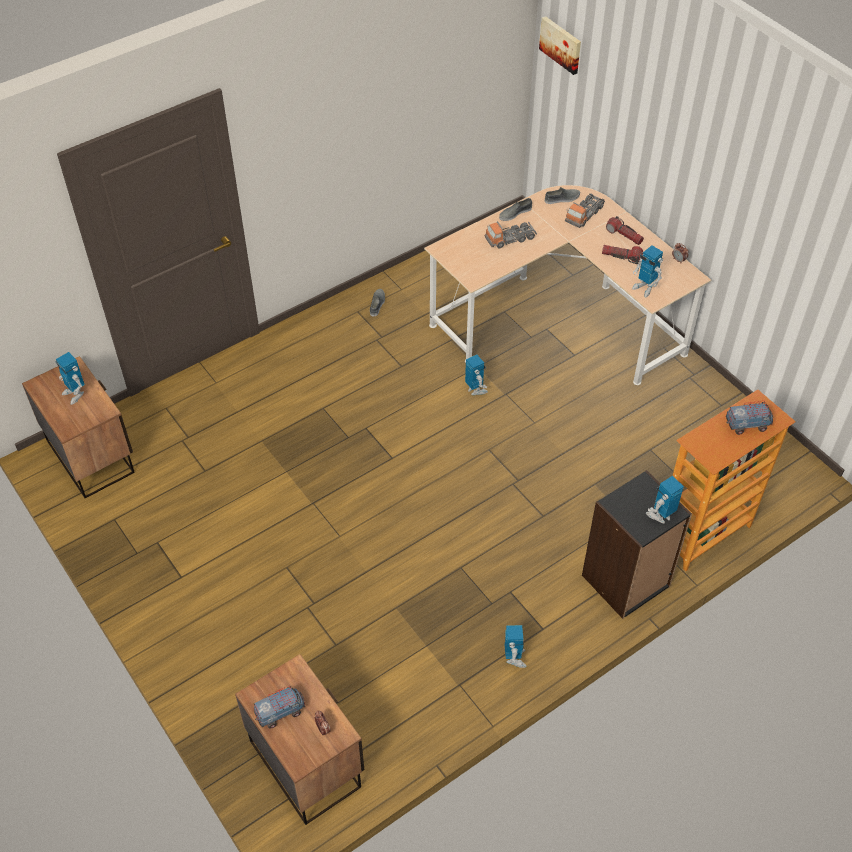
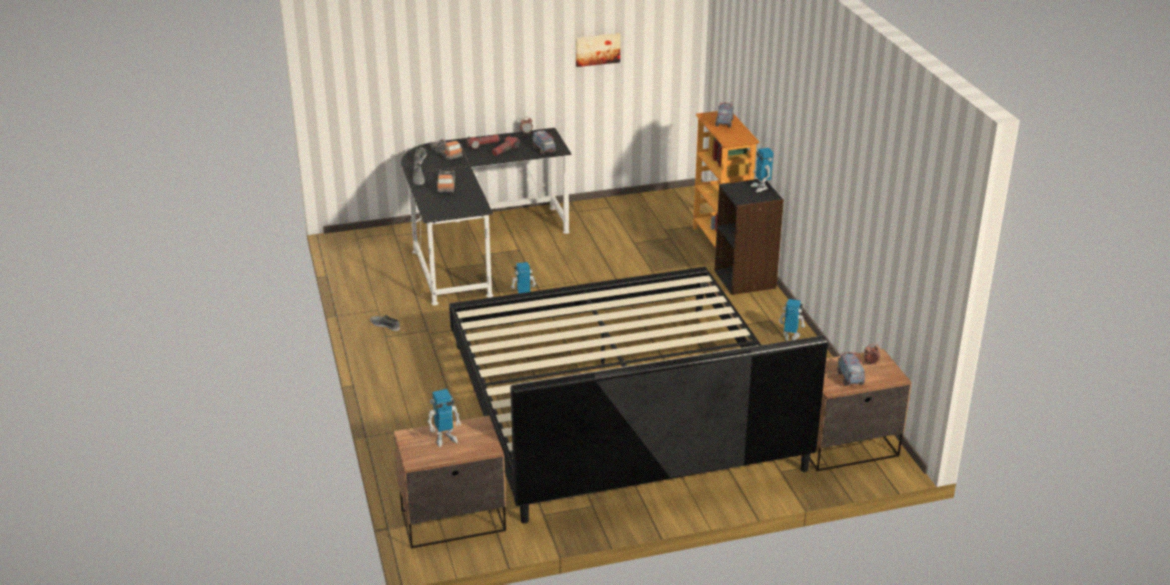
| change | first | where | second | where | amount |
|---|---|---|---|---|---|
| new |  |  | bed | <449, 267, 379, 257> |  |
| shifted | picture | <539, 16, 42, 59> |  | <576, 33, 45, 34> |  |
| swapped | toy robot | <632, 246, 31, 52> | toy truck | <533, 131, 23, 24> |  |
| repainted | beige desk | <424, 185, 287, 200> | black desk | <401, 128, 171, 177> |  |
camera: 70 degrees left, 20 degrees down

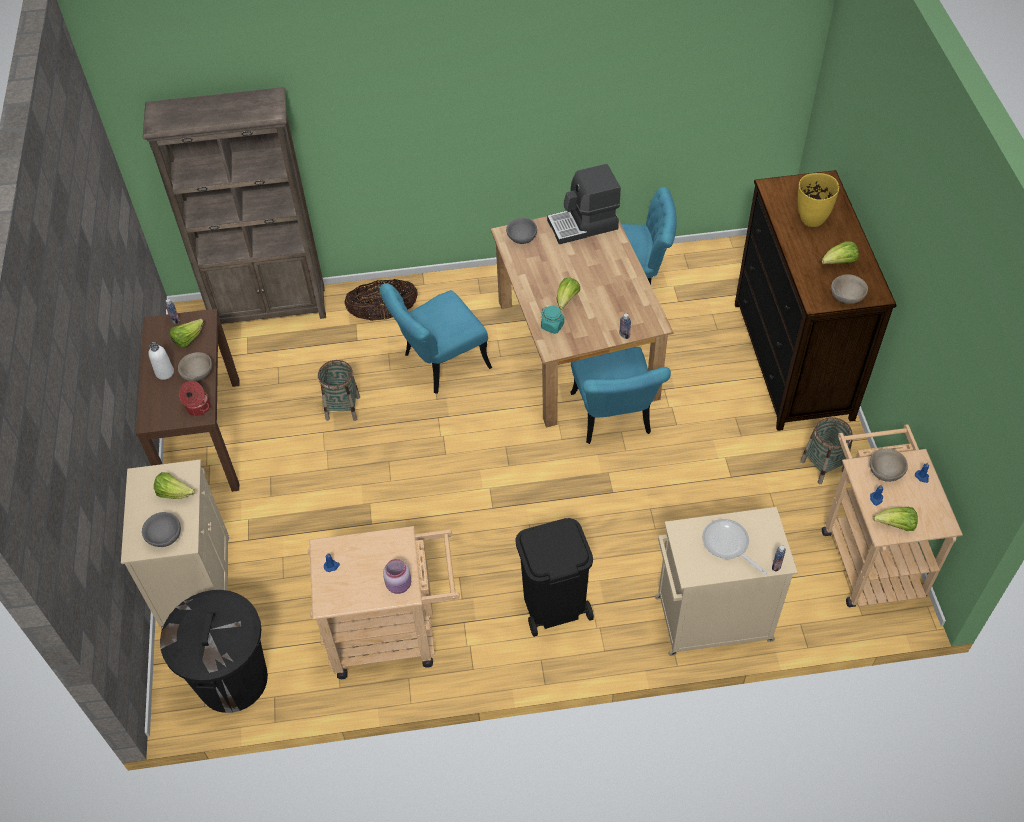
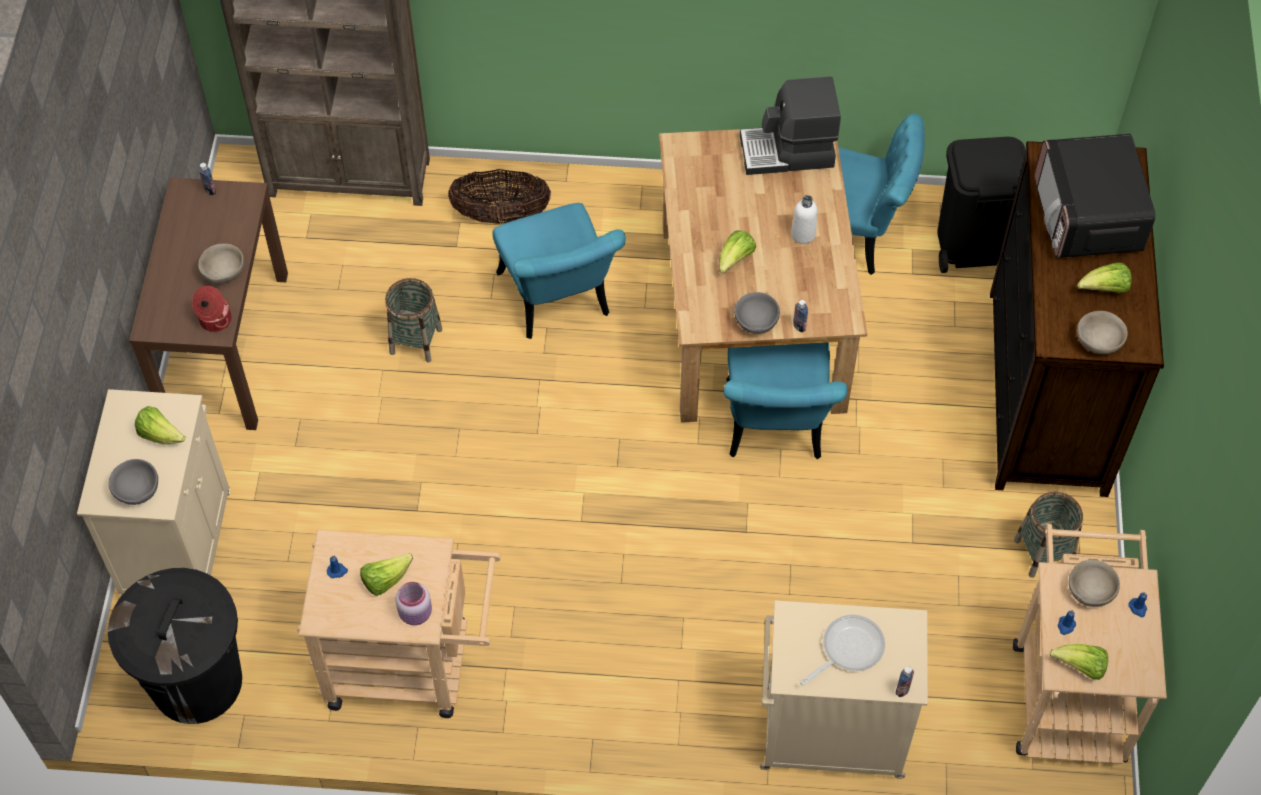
| change | first | where | second | where | amount |
|---|---|---|---|---|---|
| gone | turquoise jar | <541, 306, 24, 28> |  |  |  |
| shifted | white bottle | <148, 342, 26, 38> |  | <791, 195, 26, 49> |  |
| shifted | lettuce | <170, 319, 34, 29> |  | <360, 553, 53, 43> |  |
| shifted | grey bowl | <506, 218, 31, 26> |  | <734, 292, 46, 42> |  |
| shifted | black trash can | <515, 518, 79, 119> |  | <937, 137, 89, 136> |  |
| swapped | yellow vase | <798, 173, 41, 54> | microwave | <1035, 134, 120, 124> |  |
| rotated | turquoise chair | <380, 283, 112, 111> |  | <492, 203, 134, 136> | 90 degrees counterclockwise |
| rotated | frying pan | <702, 519, 65, 56> |  | <800, 615, 85, 71> | 75 degrees clockwise |
camera: 10 degrees right, 5 degrees up

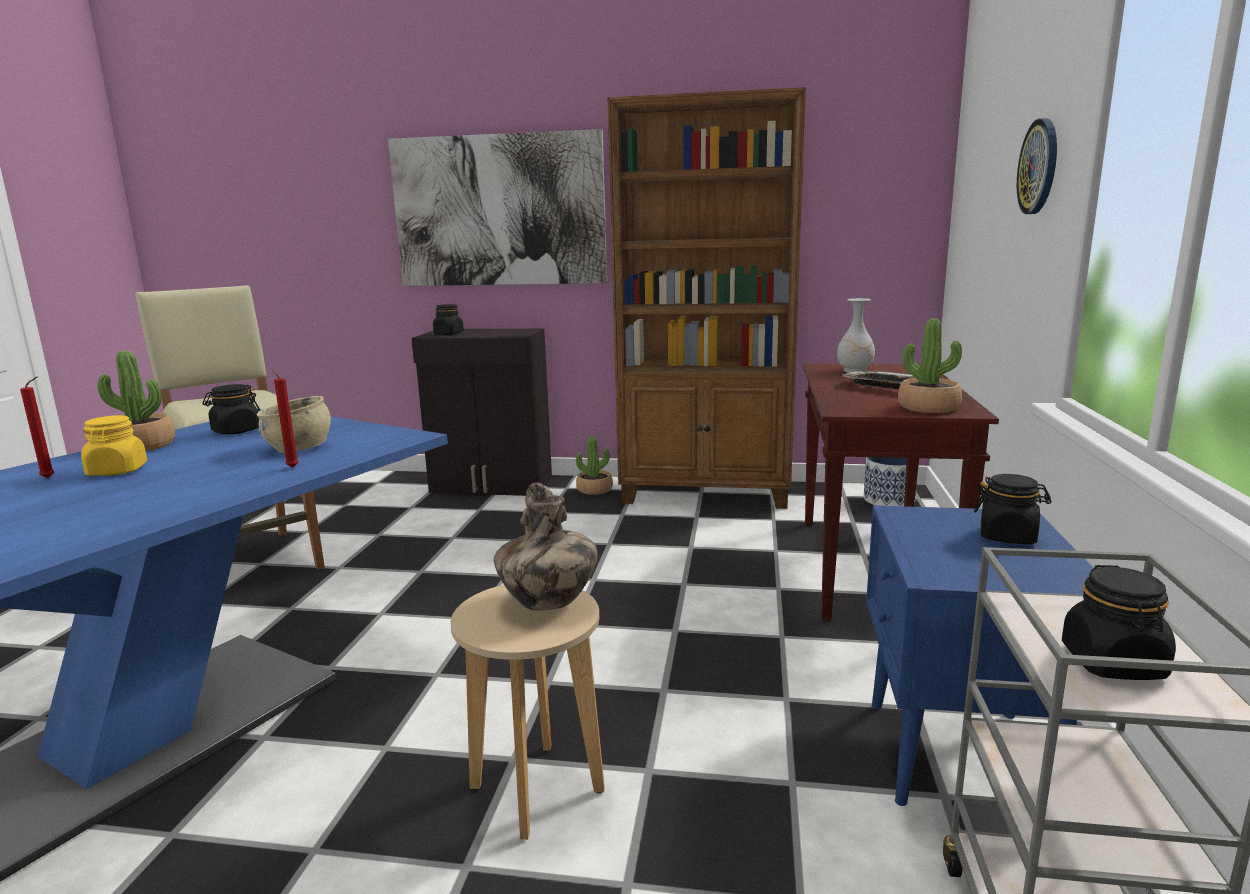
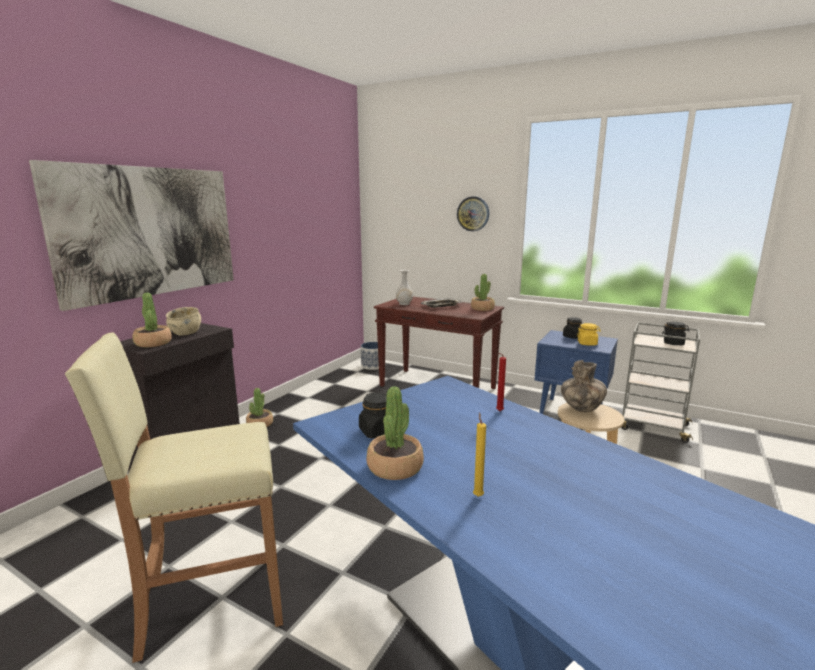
| change | first | where | second | where | amount |
|---|---|---|---|---|---|
| gone | brown bookcase | <607, 87, 199, 422> |  |  |  |
| shifted | yellow jar | <81, 415, 66, 61> |  | <577, 323, 24, 23> |  |
| shifted | beige bowl | <257, 396, 74, 57> |  | <166, 307, 35, 29> |  |
| swapped | black jar | <433, 304, 31, 31> | potted plant | <132, 293, 40, 54> |  |
| repainted | red candle | <20, 377, 34, 101> | yellow candle | <473, 412, 13, 85> |  |
camera: 70 degrees left, 0 degrees up

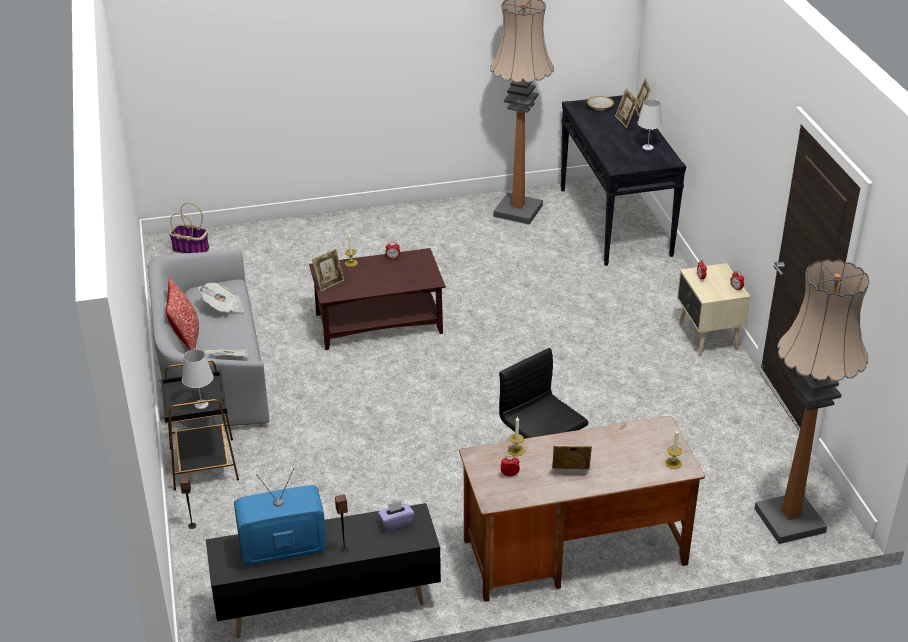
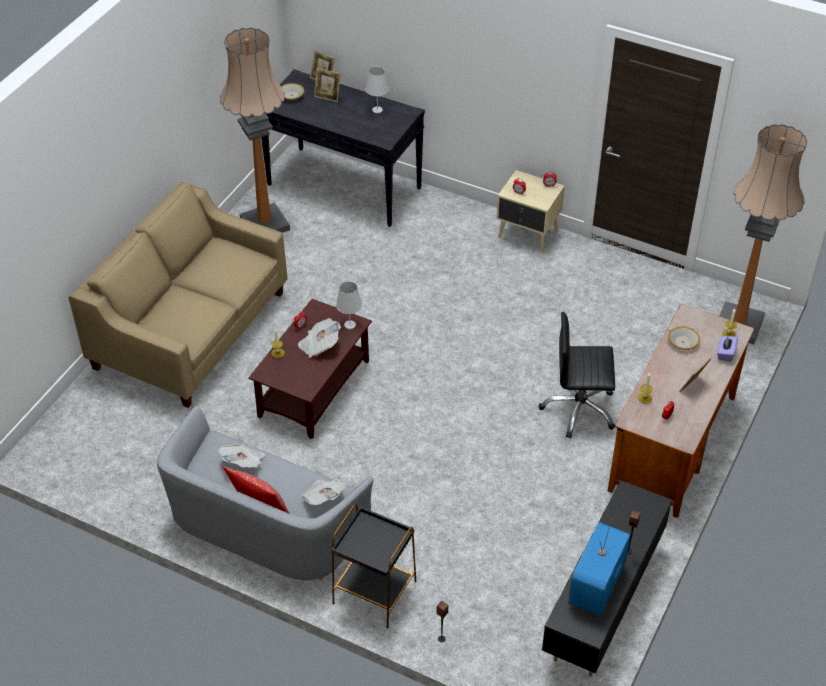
| change | first | where | second | where | amount |
|---|---|---|---|---|---|
| gone | basket | <169, 203, 40, 51> |  |  |  |
| gone | picture frame | <312, 249, 32, 43> |  |  |  |
| new |  |  | beige sofa | <69, 182, 219, 226> |  |
| new |  |  | newspaper | <298, 318, 43, 40> |  |
| new |  |  | bowl | <668, 327, 32, 23> |  |
| shifted | white table lamp | <182, 349, 31, 60> |  | <336, 281, 26, 48> |  |
| shifted | purple tissue box | <378, 501, 37, 31> |  | <717, 336, 21, 26> |  |
camera: 50 degrees left, 10 degrees up

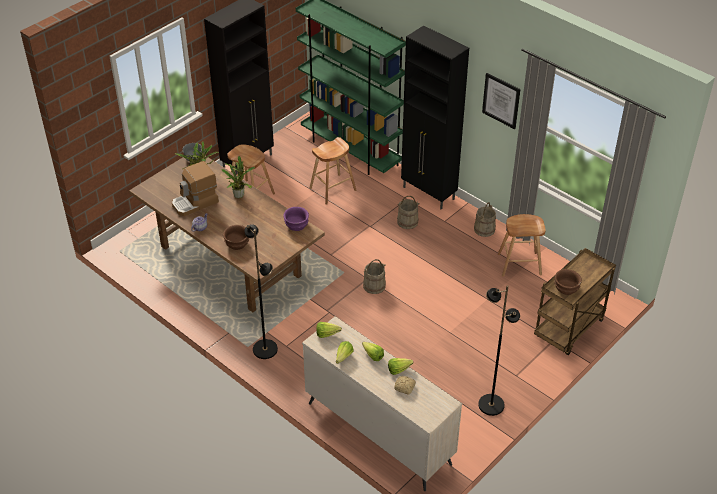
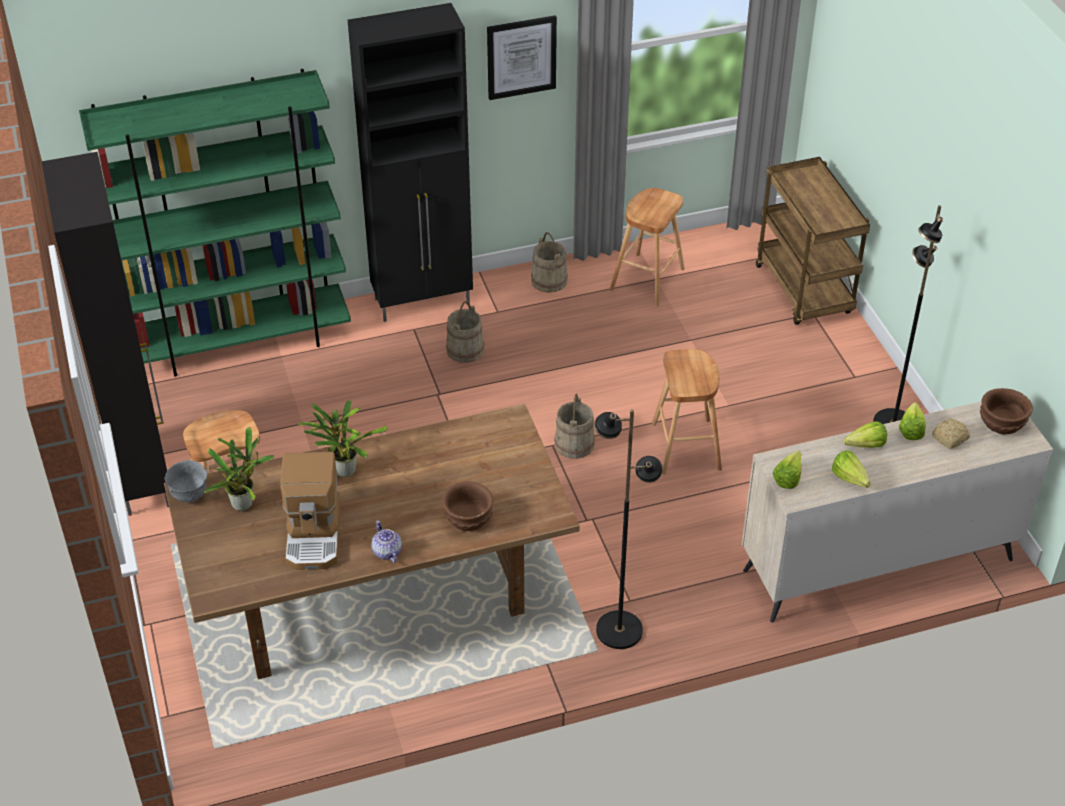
| change | first | where | second | where | amount |
|---|---|---|---|---|---|
| gone | purple bowl | <283, 207, 26, 24> |  |  |  |
| shifted | brown stool | <309, 137, 47, 68> |  | <652, 349, 70, 126> |  |
| shifted | brown bowl | <554, 269, 28, 26> |  | <980, 388, 53, 47> |  |
camera: 60 degrees left, 0 degrees up

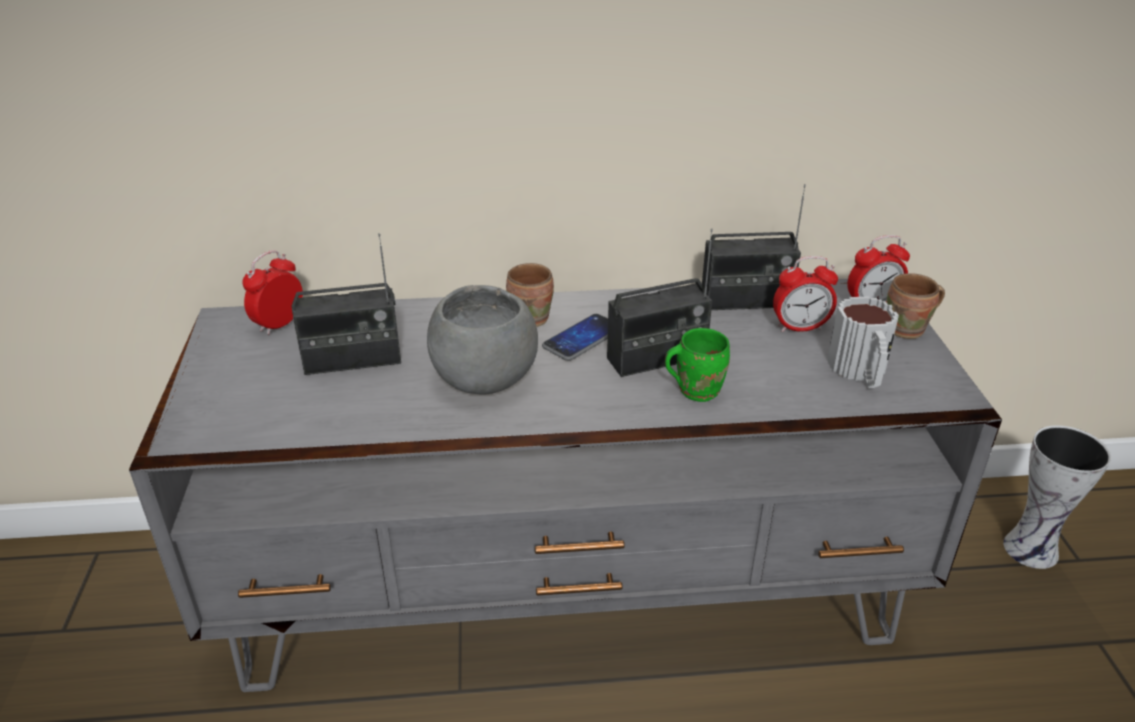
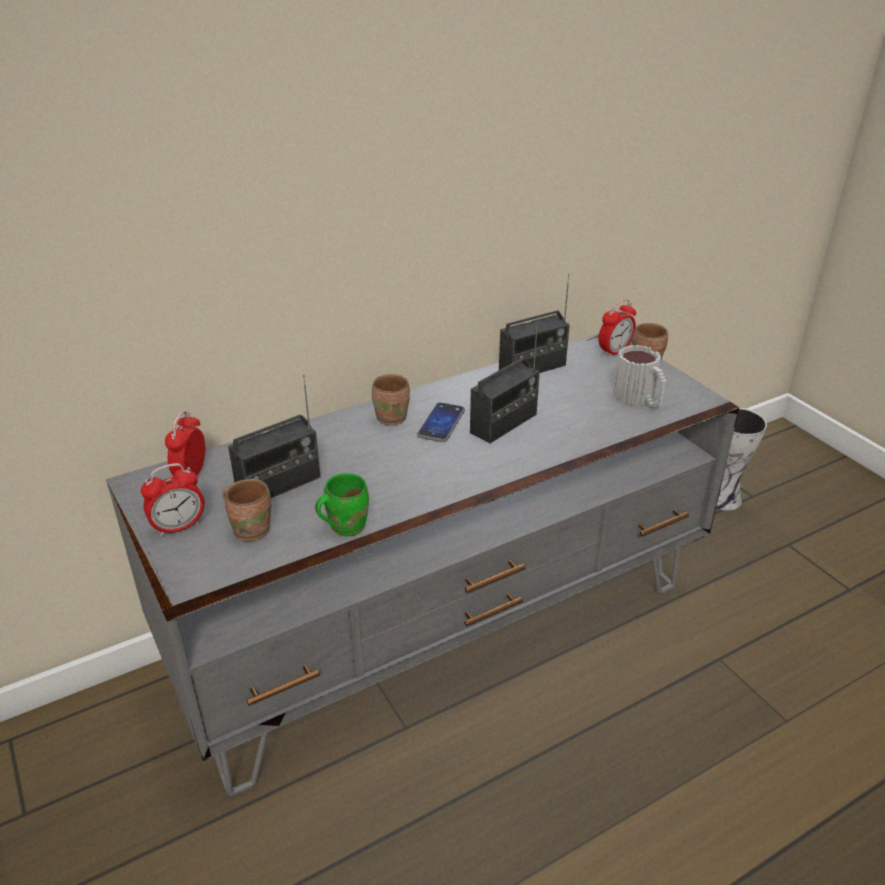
| change | first | where | second | where | amount |
|---|---|---|---|---|---|
| gone | grey bowl | <427, 285, 111, 110> |  |  |  |
| new |  |  | brown mug | <222, 479, 49, 62> |  |
| shifted | green mug | <665, 328, 65, 74> |  | <315, 473, 54, 63> |  |
| shifted | alarm clock | <773, 256, 65, 76> |  | <141, 463, 64, 74> |  |
camera: 25 degrees left, 0 degrees up

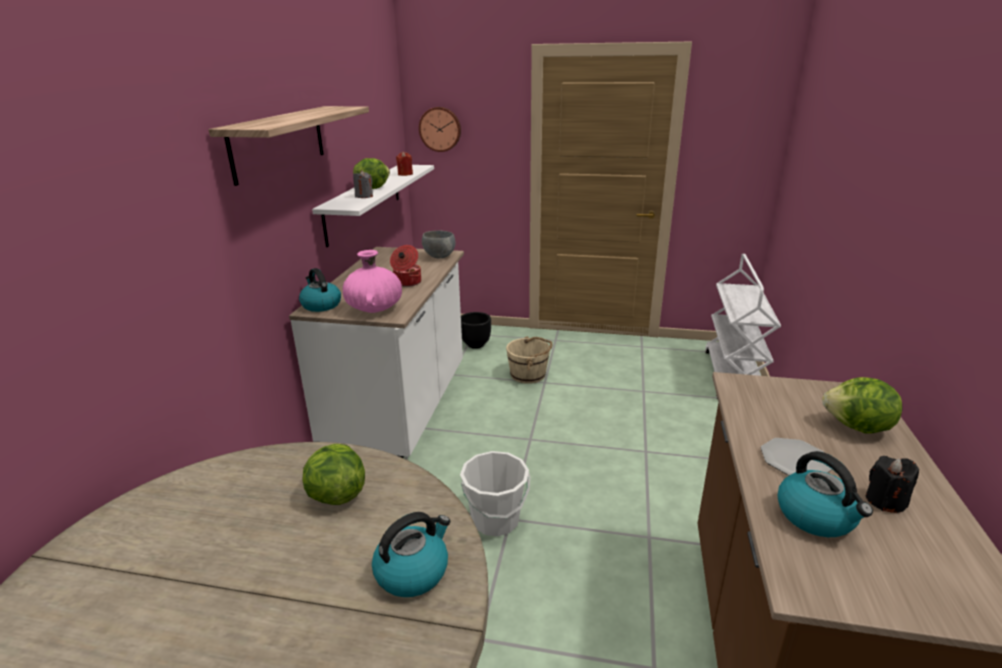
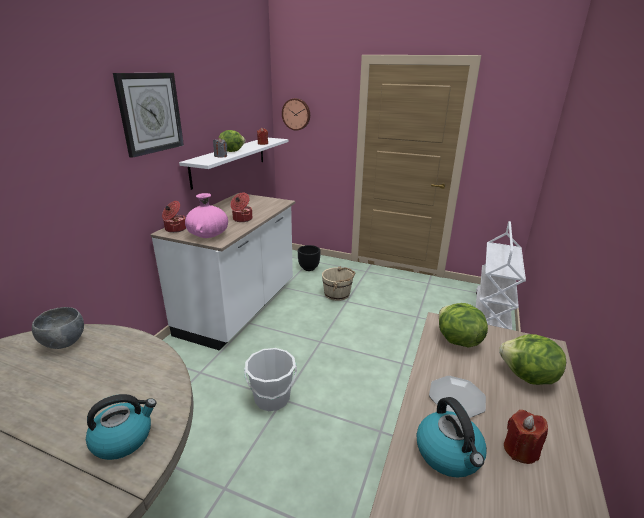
| change | first | where | second | where | amount |
|---|---|---|---|---|---|
| shifted | lettuce | <302, 444, 63, 61> |  | <439, 303, 49, 45> |  |
| shifted | grey bowl | <422, 231, 33, 27> |  | <32, 307, 52, 42> |  |
| swapped | shelf | <208, 106, 161, 80> | wall clock | <113, 73, 71, 85> |  |
| swapped | kettle | <299, 268, 42, 44> | cooking pot | <162, 201, 24, 32> |  |
| repainted | black candle | <866, 456, 53, 57> | red candle | <504, 410, 44, 54> |  |
camera: 10 degrees right, 0 degrees up

